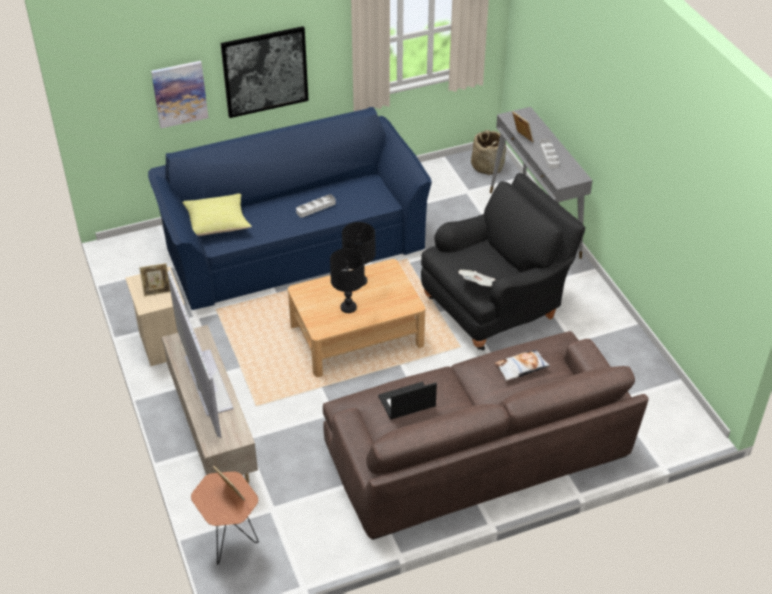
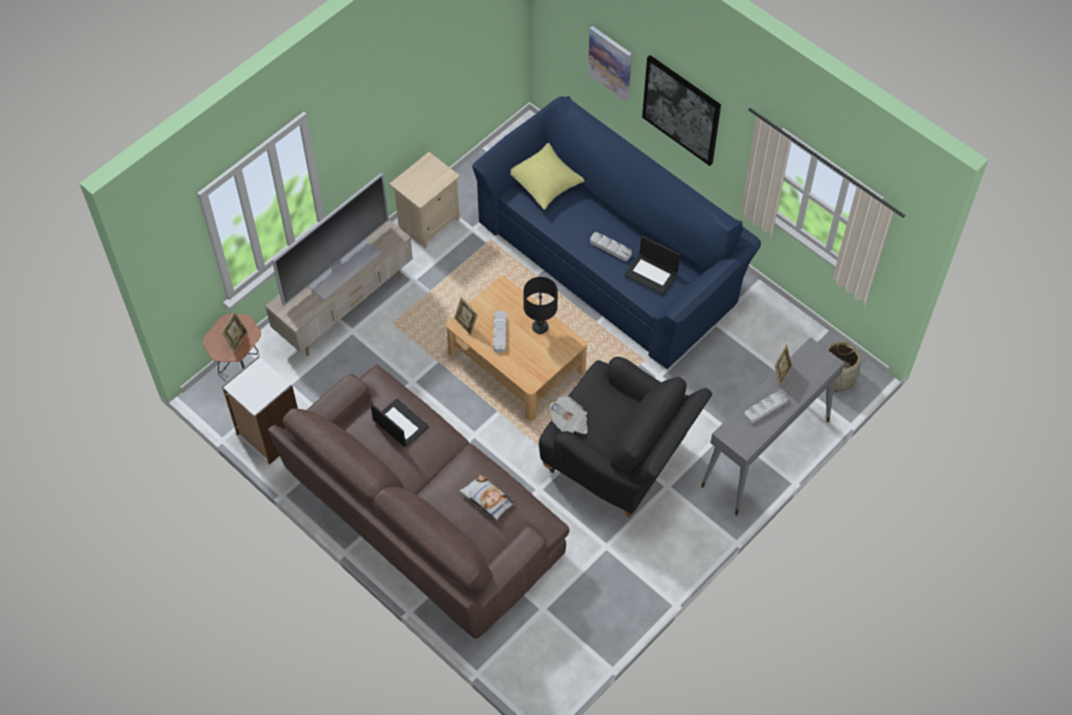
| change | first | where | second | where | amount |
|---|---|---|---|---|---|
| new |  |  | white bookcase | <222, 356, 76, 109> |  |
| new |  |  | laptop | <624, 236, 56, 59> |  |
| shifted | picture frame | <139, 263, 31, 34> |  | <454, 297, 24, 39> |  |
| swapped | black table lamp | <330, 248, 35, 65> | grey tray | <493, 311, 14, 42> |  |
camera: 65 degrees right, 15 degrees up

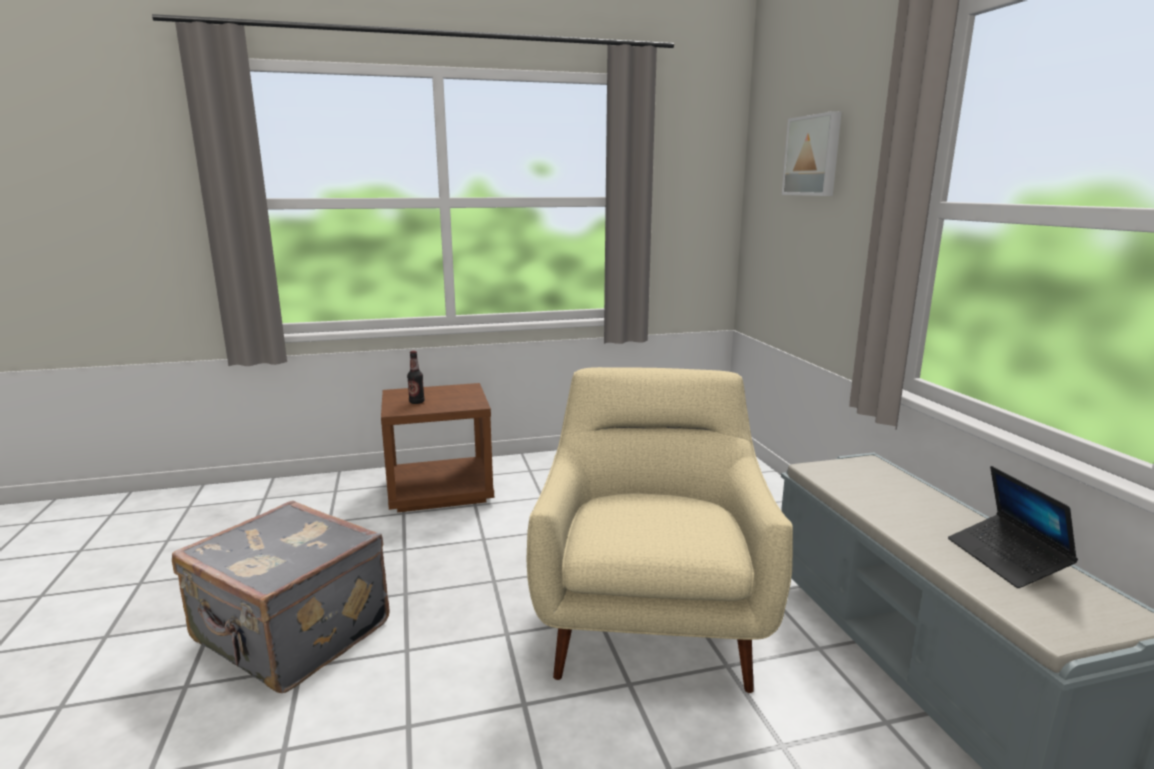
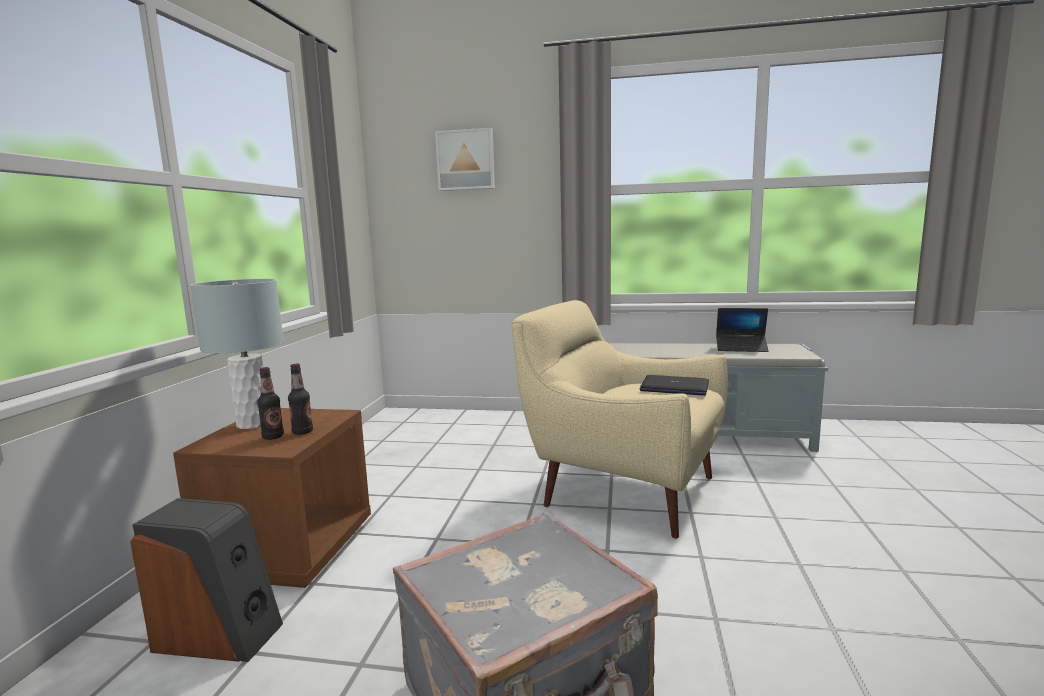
| change | first | where | second | where | amount |
|---|---|---|---|---|---|
| new |  |  | speaker | <130, 498, 153, 164> |  |
| new |  |  | grey table lamp | <190, 279, 94, 150> |  |
| new |  |  | bottle | <288, 364, 25, 71> |  |
| new |  |  | laptop | <640, 375, 69, 21> |  |
camera: 65 degrees left, 5 degrees down

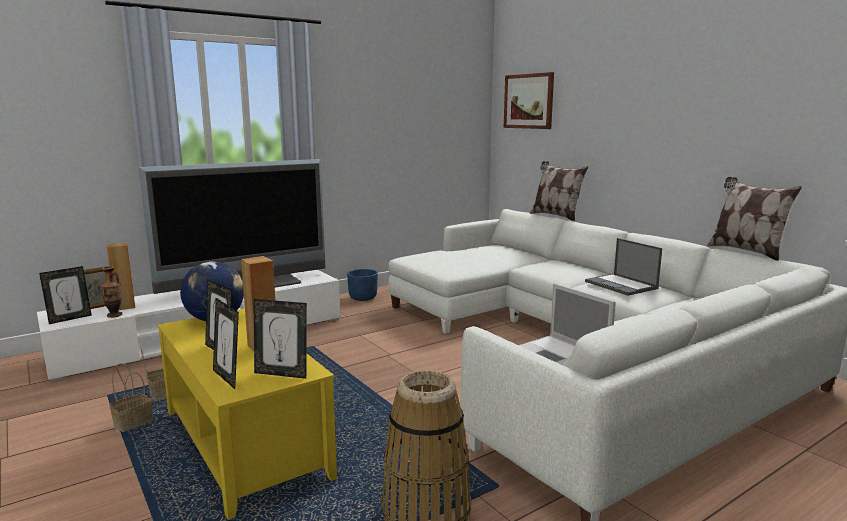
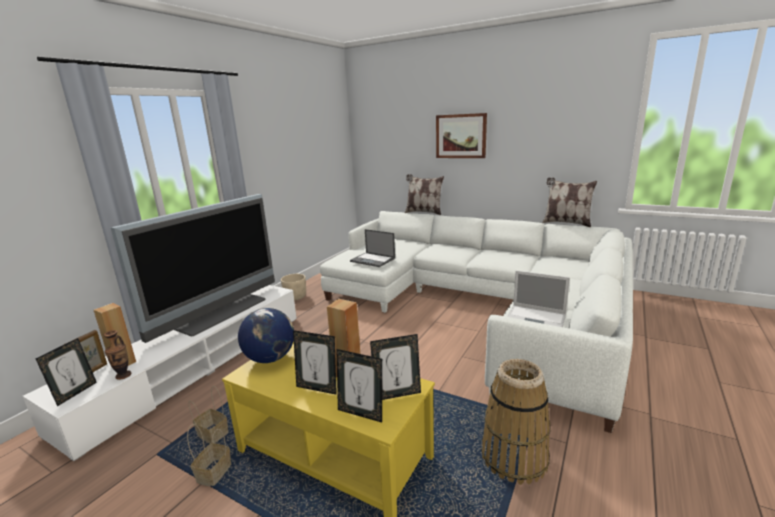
| change | first | where | second | where | amount |
|---|---|---|---|---|---|
| shifted | picture | <504, 72, 50, 57> |  | <436, 113, 51, 45> |  |
| shifted | laptop | <585, 238, 77, 58> |  | <350, 229, 45, 38> |  |
| repainted | blue planter | <347, 269, 31, 32> | beige planter | <281, 274, 25, 26> |  |
camera: 25 degrees left, 5 degrees up

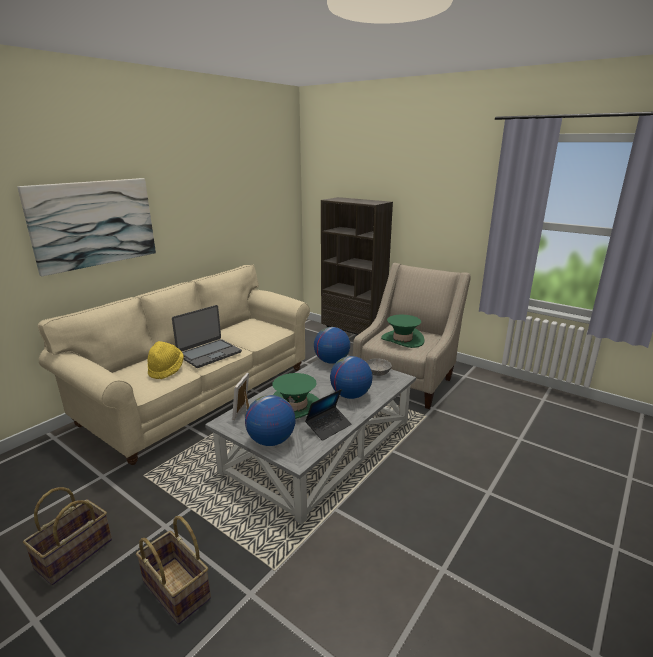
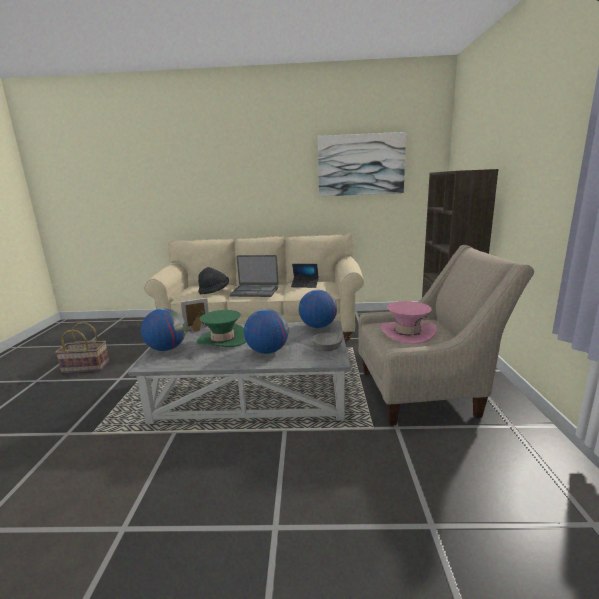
| change | first | where | second | where | amount |
|---|---|---|---|---|---|
| gone | basket | <136, 516, 75, 108> |  |  |  |
| shifted | picture | <17, 178, 139, 98> |  | <318, 132, 88, 64> |  |
| shifted | laptop | <305, 389, 47, 52> |  | <291, 264, 28, 24> |  |
| repainted | yellow hat | <147, 341, 37, 38> | black hat | <198, 267, 31, 27> |  |
| repainted | green hat | <381, 315, 44, 33> | pink hat | <380, 301, 57, 43> |  |
camera: 55 degrees right, 5 degrees down

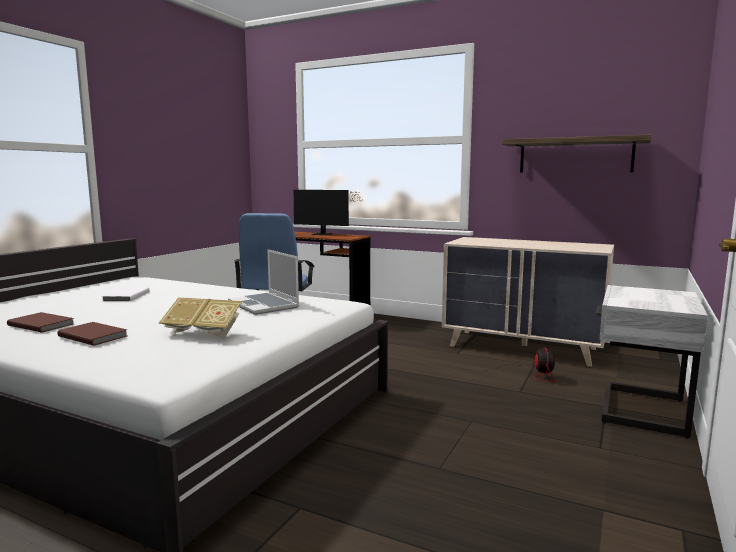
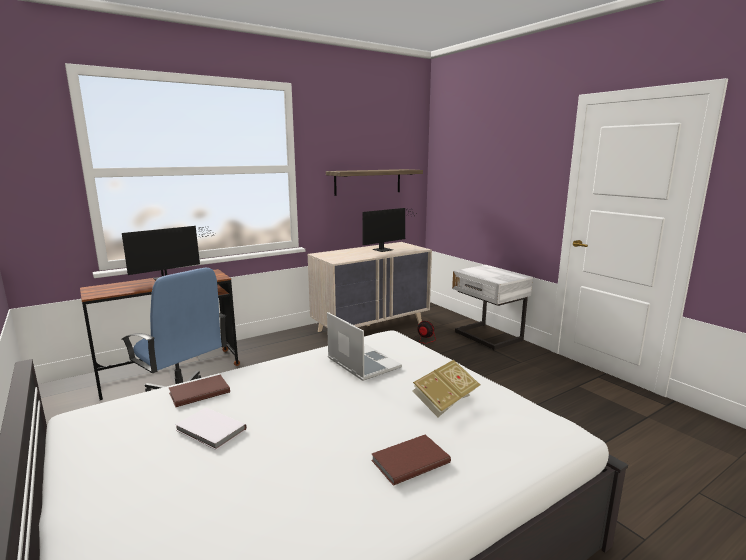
| change | first | where | second | where | amount |
|---|---|---|---|---|---|
| new |  |  | monitor | <362, 208, 54, 44> |  |
| shifted | brown book | <7, 312, 67, 21> |  | <169, 375, 61, 32> |  |
| rotated | laptop | <228, 249, 71, 66> |  | <327, 312, 75, 69> | 120 degrees counterclockwise |
camera: 60 degrees left, 5 degrees up

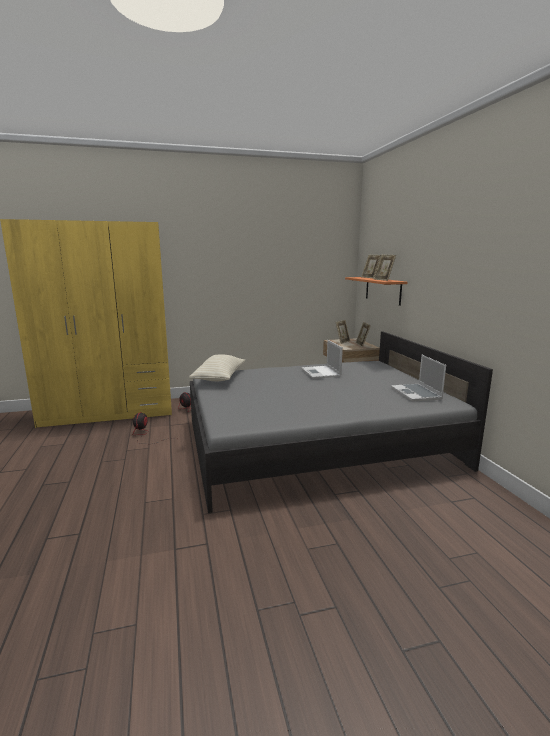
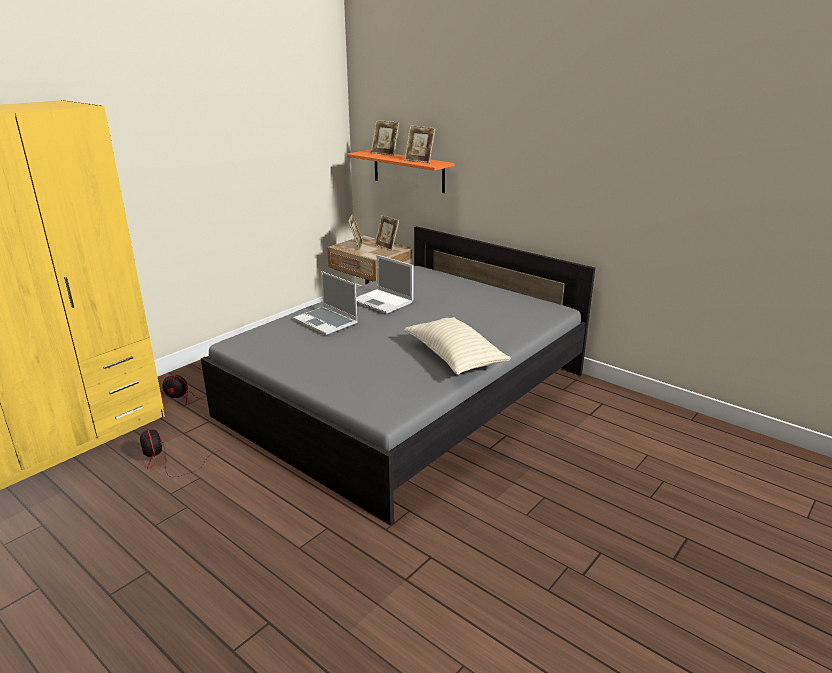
| change | first | where | second | where | amount |
|---|---|---|---|---|---|
| shifted | beige pillow | <189, 355, 56, 26> |  | <404, 317, 107, 58> |  |
| shifted | laptop | <391, 355, 55, 47> |  | <293, 271, 65, 64> |  |
camera: 35 degrees left, 10 degrees up

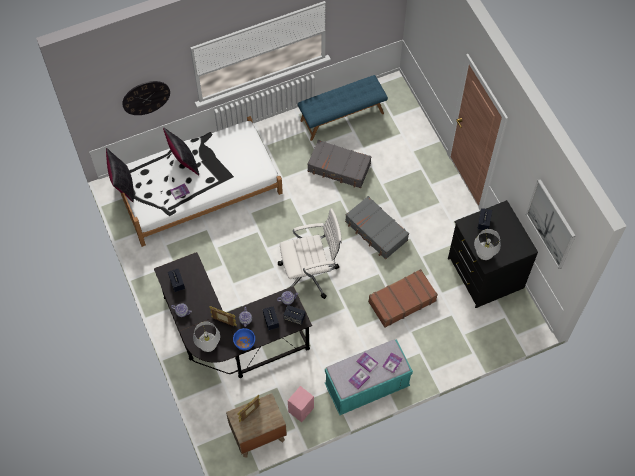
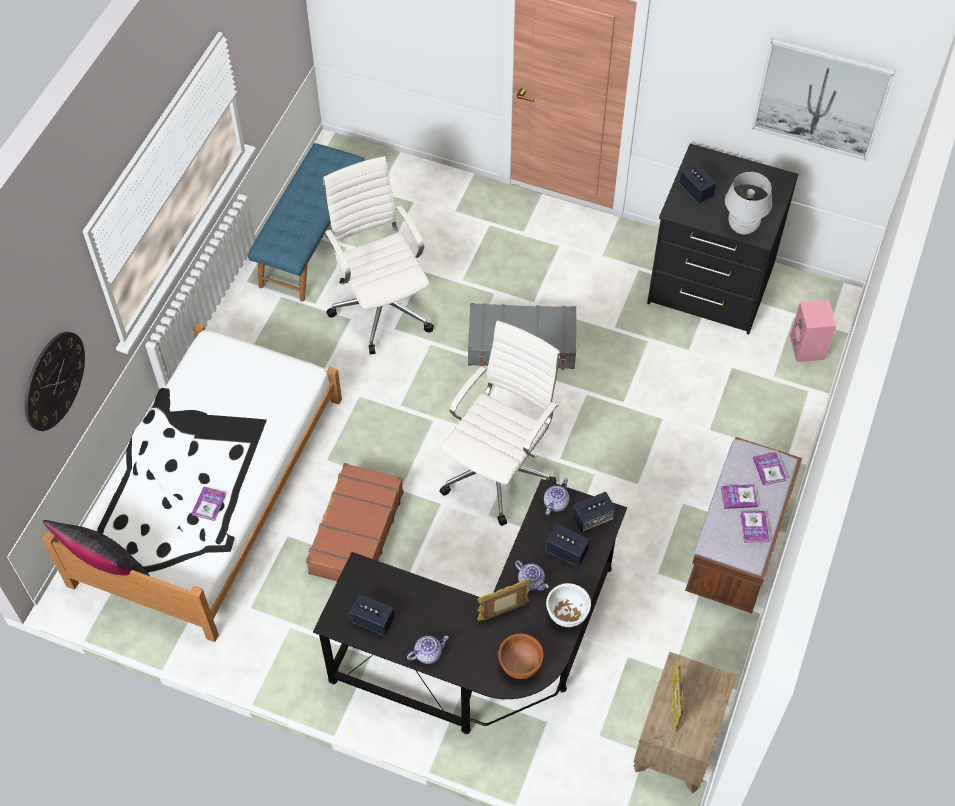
| change | first | where | second | where | amount |
|---|---|---|---|---|---|
| gone | black pillow | <163, 128, 36, 47> |  |  |  |
| shifted | pink speaker | <288, 386, 26, 36> |  | <790, 299, 46, 63> |  |
| shifted | brown suitcase | <368, 269, 70, 59> |  | <306, 463, 98, 118> |  |
| swapped | white table lamp | <193, 321, 27, 31> | brown bowl | <498, 633, 46, 46> |  |
| swapped | grey suitcase | <307, 140, 64, 48> | white office chair | <323, 156, 111, 198> |  |
| repainted | blue bowl | <233, 328, 22, 23> | white bowl | <546, 583, 45, 44> |  |
| repainted | turquoise bench | <325, 339, 88, 76> | brown bench | <685, 437, 117, 176> |  |
camera: 45 degrees left, 5 degrees down

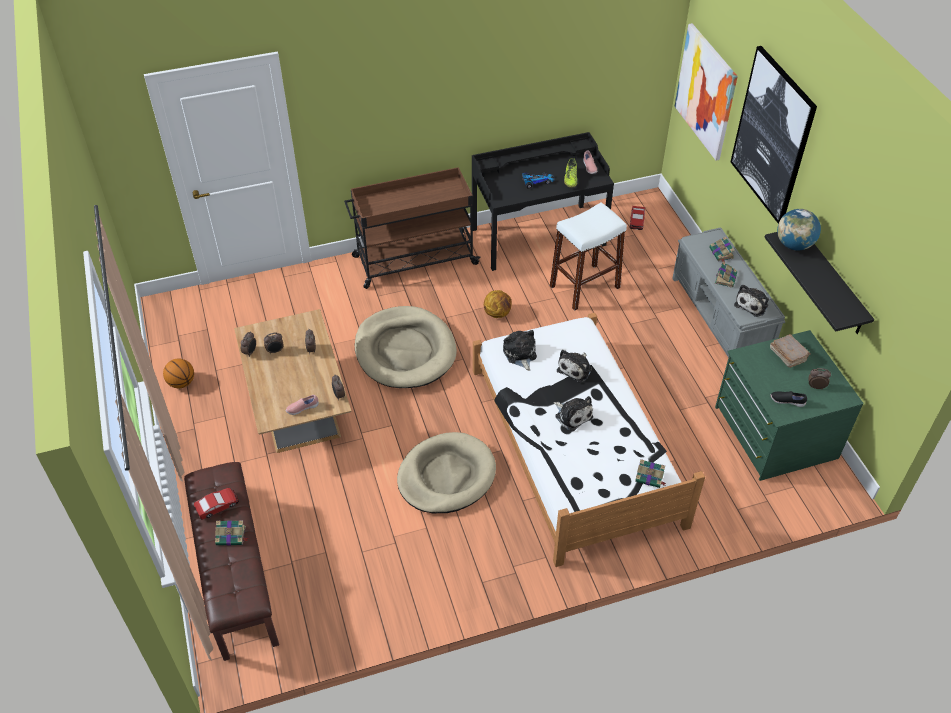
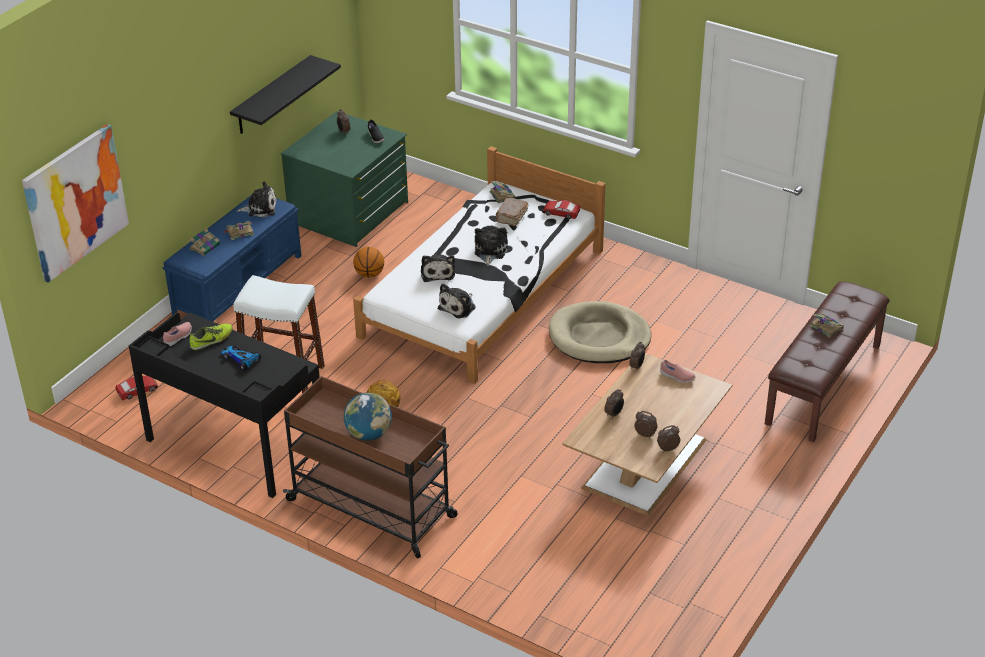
| change | first | where | second | where | amount |
|---|---|---|---|---|---|
| gone | beige dog bed | <355, 306, 102, 82> |  |  |  |
| gone | picture | <731, 46, 86, 178> |  |  |  |
| shifted | basketball | <163, 359, 31, 29> |  | <353, 247, 31, 31> |  |
| shifted | toy car | <194, 488, 45, 32> |  | <542, 200, 39, 19> |  |
| shifted | brown book | <770, 334, 41, 34> |  | <496, 198, 32, 28> |  |
| shifted | globe | <777, 209, 44, 42> |  | <344, 393, 48, 48> |  |
| repainted | grey bench | <672, 227, 114, 131> | blue bench | <163, 195, 138, 127> |  |
| rotated | plush toy | <557, 350, 35, 32> |  | <421, 255, 34, 27> | 90 degrees clockwise |
camera: 130 degrees left, 10 degrees down

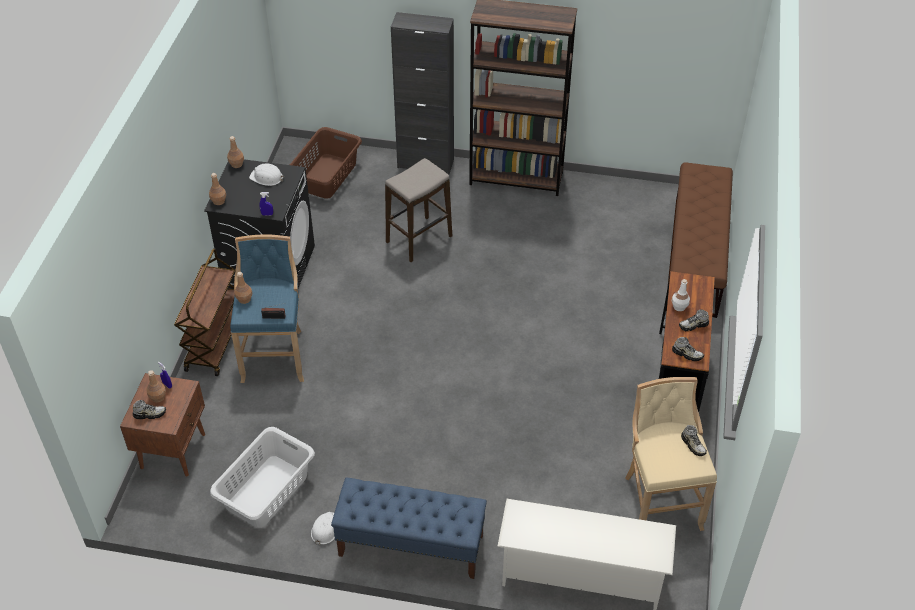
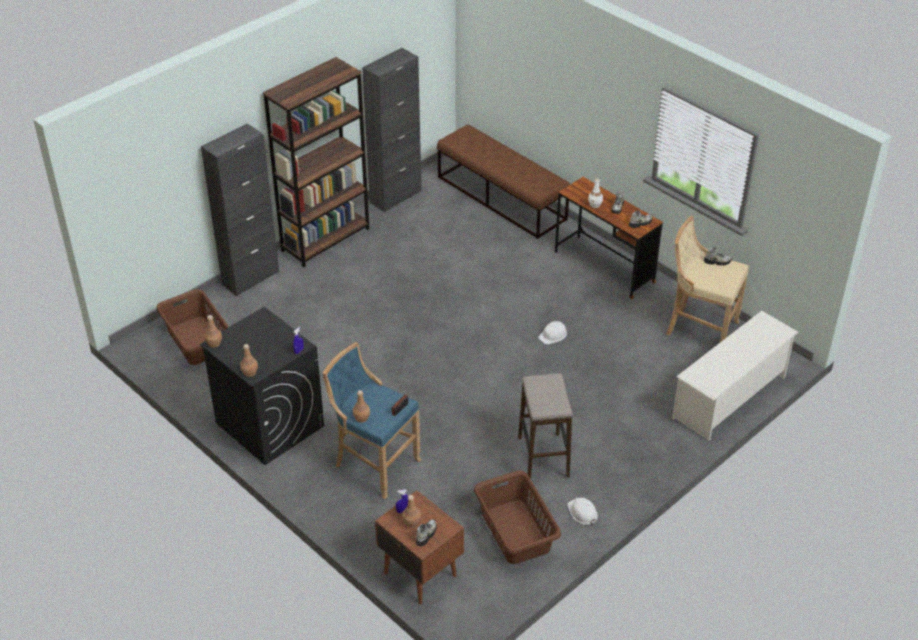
| change | first | where | second | where | amount |
|---|---|---|---|---|---|
| gone | brown cart | <174, 248, 61, 128> |  |  |  |
| gone | blue bench | <331, 478, 156, 101> |  |  |  |
| new |  |  | black cabinet | <362, 48, 59, 164> |  |
| shifted | white hard hat | <249, 164, 35, 22> |  | <538, 321, 29, 23> |  |
| shifted | stool | <385, 158, 67, 104> |  | <518, 374, 55, 105> |  |
| repainted | white laundry basket | <210, 427, 105, 101> | brown laundry basket | <474, 471, 87, 93> |  |
camera: 55 degrees left, 5 degrees down

